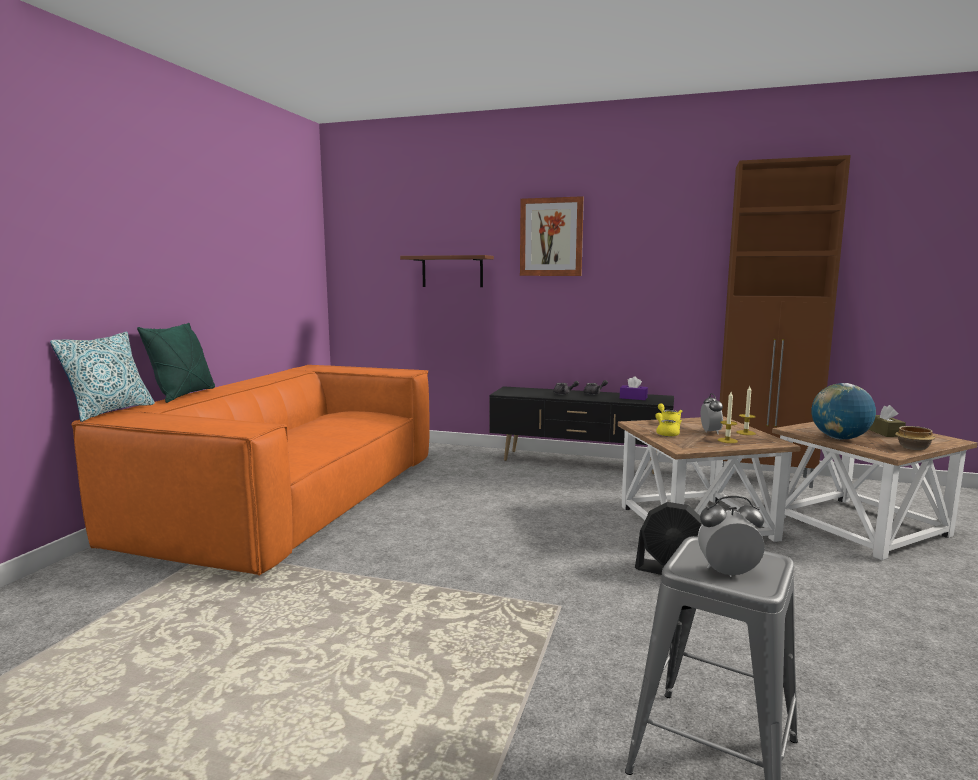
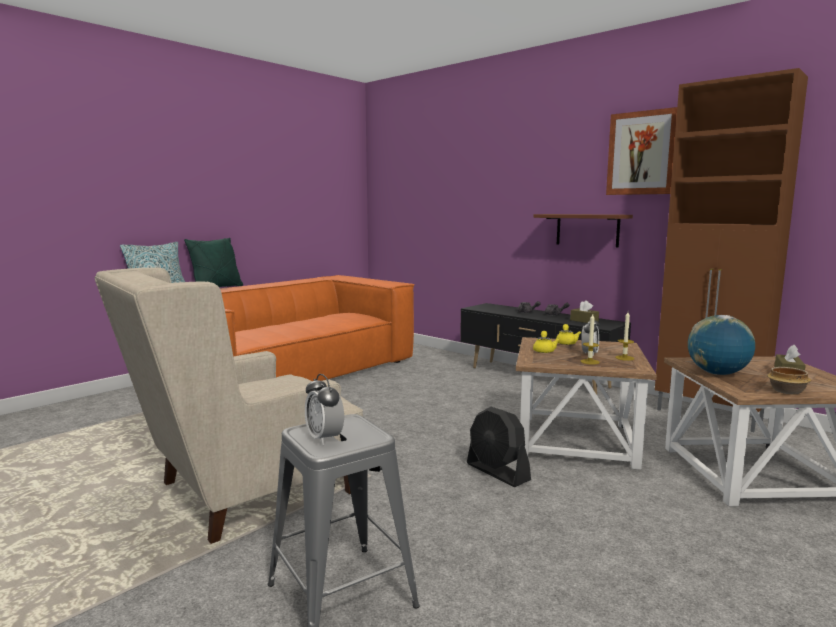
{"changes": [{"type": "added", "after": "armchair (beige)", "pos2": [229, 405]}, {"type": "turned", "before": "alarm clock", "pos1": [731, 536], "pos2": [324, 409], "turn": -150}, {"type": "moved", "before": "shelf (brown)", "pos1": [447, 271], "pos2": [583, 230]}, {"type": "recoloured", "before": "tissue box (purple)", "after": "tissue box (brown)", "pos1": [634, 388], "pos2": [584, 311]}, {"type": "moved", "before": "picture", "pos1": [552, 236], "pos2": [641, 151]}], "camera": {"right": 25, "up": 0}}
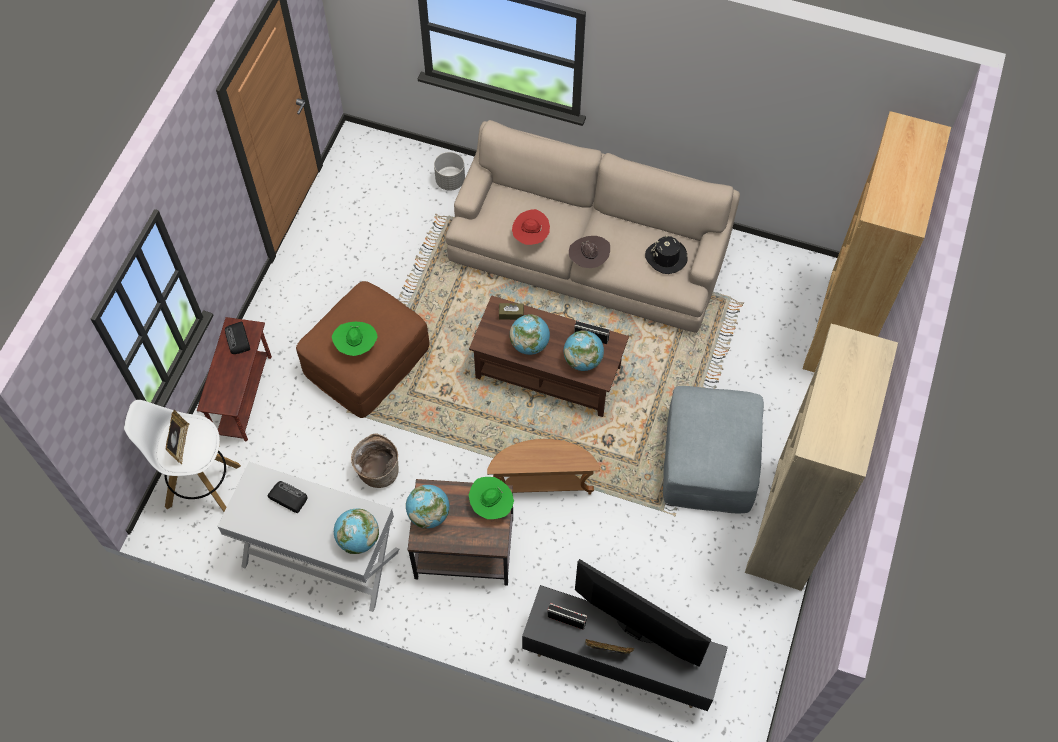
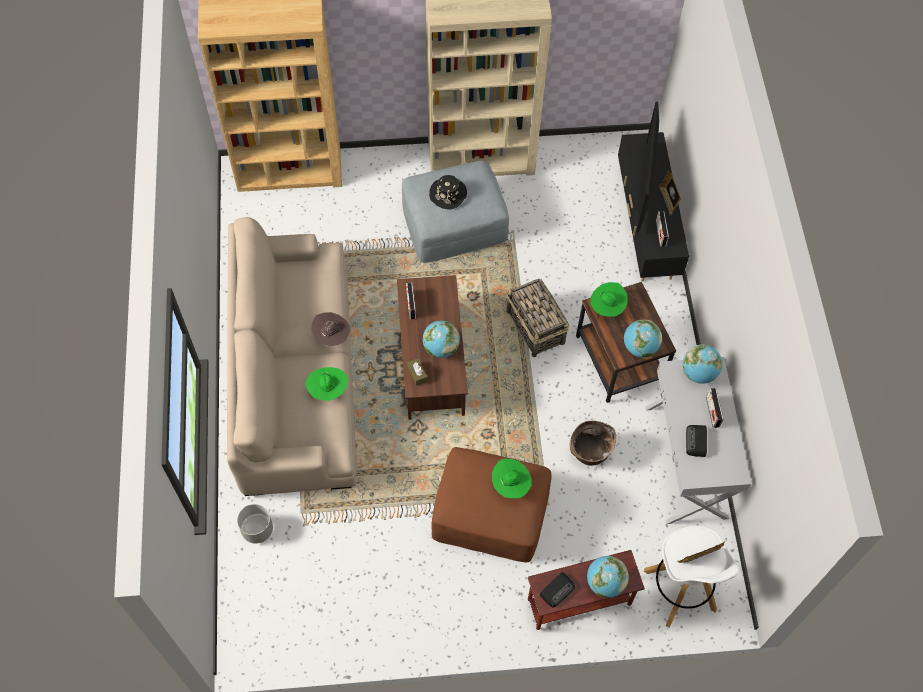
{"changes": [{"type": "recoloured", "before": "hat (red)", "after": "hat (green)", "pos1": [531, 227], "pos2": [327, 384]}, {"type": "moved", "before": "hat (black)", "pos1": [666, 254], "pos2": [448, 192]}, {"type": "replaced", "before": "side table (brown)", "after": "basket", "pos1": [543, 467], "pos2": [537, 318]}, {"type": "moved", "before": "globe", "pos1": [584, 350], "pos2": [608, 577]}, {"type": "added", "after": "radio", "pos2": [714, 408]}], "camera": {"right": -115, "up": 0}}
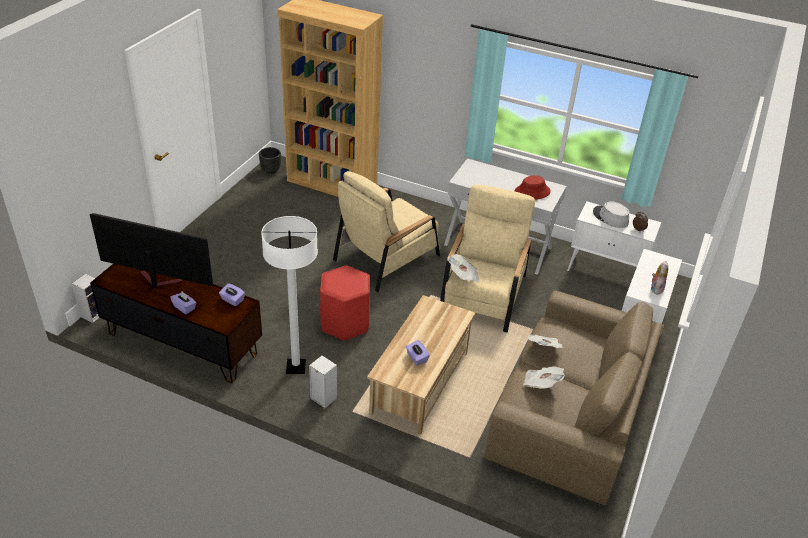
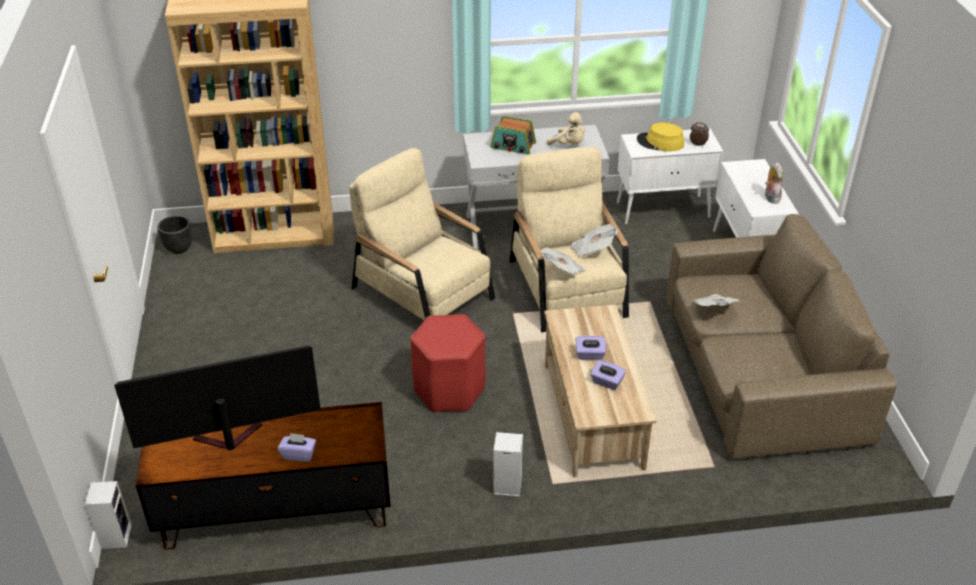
{"changes": [{"type": "turned", "before": "armchair (beige)", "pos1": [386, 231], "pos2": [422, 234], "turn": 120}, {"type": "added", "after": "radio", "pos2": [513, 135]}, {"type": "replaced", "before": "hat (red)", "after": "plush toy (beige)", "pos1": [533, 187], "pos2": [566, 128]}, {"type": "moved", "before": "newspaper", "pos1": [544, 377], "pos2": [594, 240]}, {"type": "moved", "before": "tissue box (purple)", "pos1": [232, 295], "pos2": [591, 348]}, {"type": "recoloured", "before": "hat (grey)", "after": "hat (yellow)", "pos1": [611, 214], "pos2": [660, 137]}, {"type": "removed", "before": "floor lamp (white)", "pos1": [289, 295]}], "camera": {"right": -30, "up": 0}}
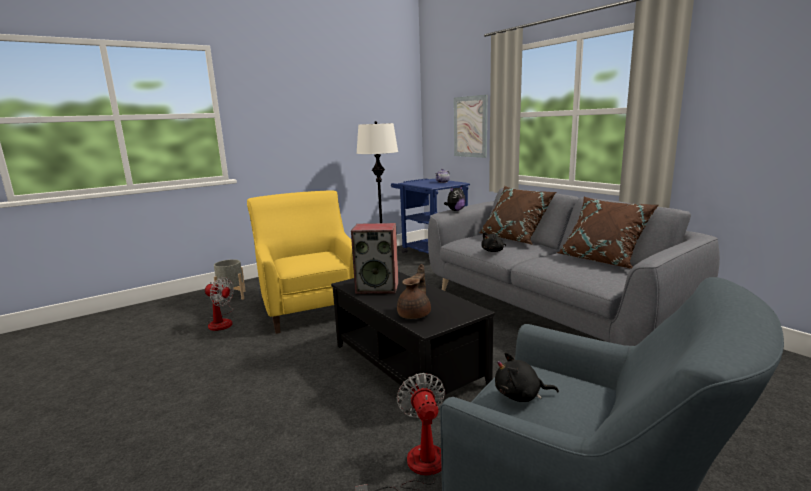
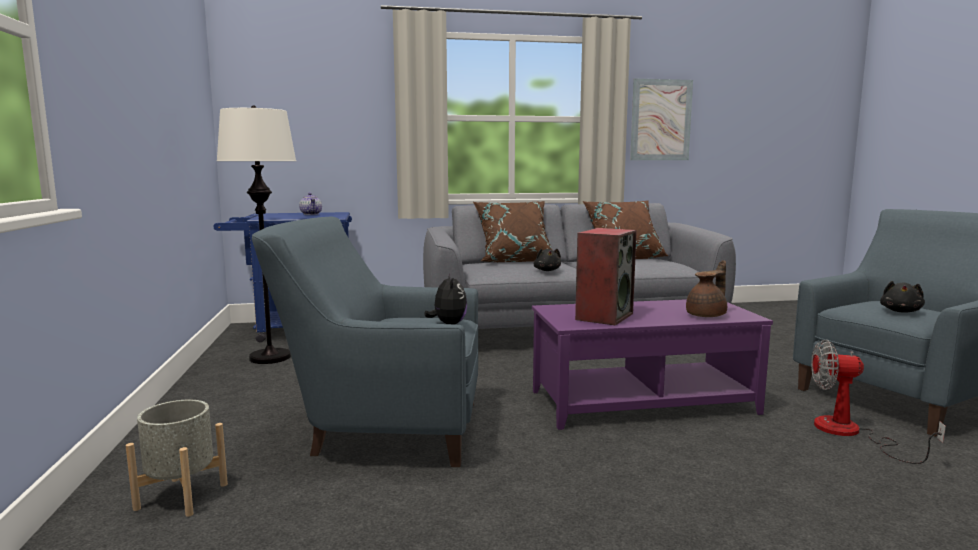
{"changes": [{"type": "recoloured", "before": "armchair (yellow)", "after": "armchair (blue)", "pos1": [300, 262], "pos2": [365, 341]}, {"type": "moved", "before": "plush toy", "pos1": [455, 198], "pos2": [445, 299]}, {"type": "recoloured", "before": "coffee table (black)", "after": "coffee table (purple)", "pos1": [413, 333], "pos2": [652, 364]}, {"type": "moved", "before": "picture", "pos1": [470, 126], "pos2": [661, 119]}, {"type": "turned", "before": "teapot (brown)", "pos1": [414, 291], "pos2": [706, 288], "turn": 90}, {"type": "removed", "before": "fan", "pos1": [219, 304]}], "camera": {"right": -65, "up": -5}}
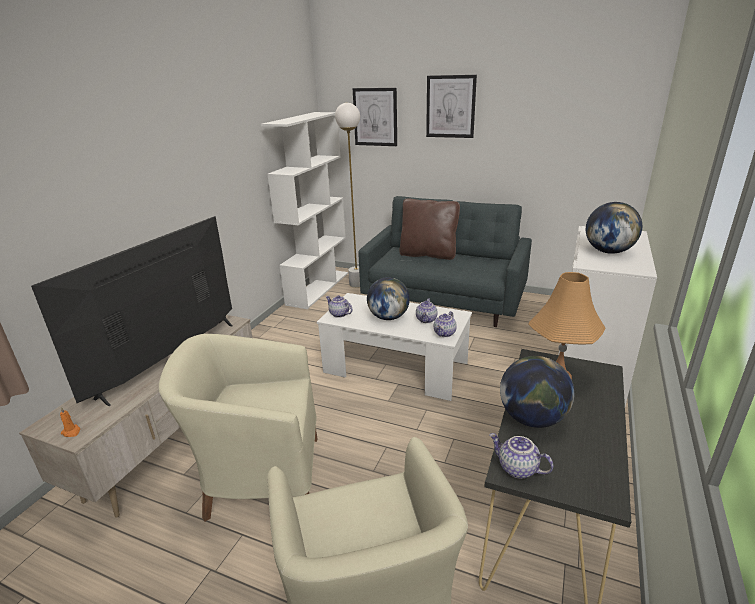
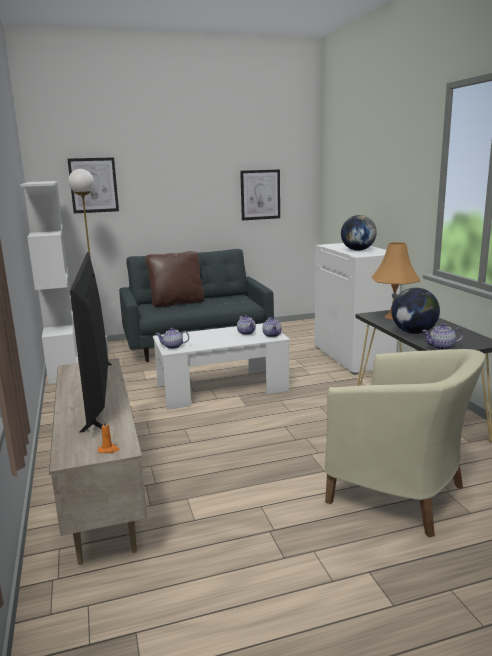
{"changes": [{"type": "moved", "before": "picture", "pos1": [451, 106], "pos2": [260, 194]}, {"type": "removed", "before": "armchair (beige)", "pos1": [238, 428]}, {"type": "removed", "before": "globe", "pos1": [388, 298]}], "camera": {"right": -40, "up": -10}}
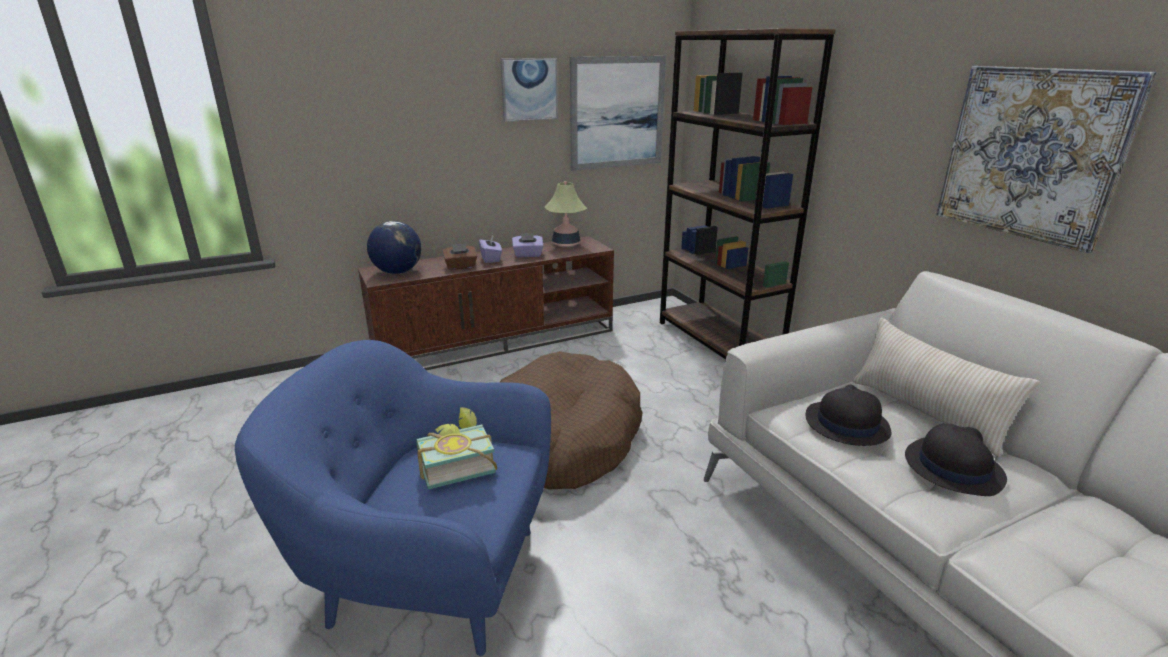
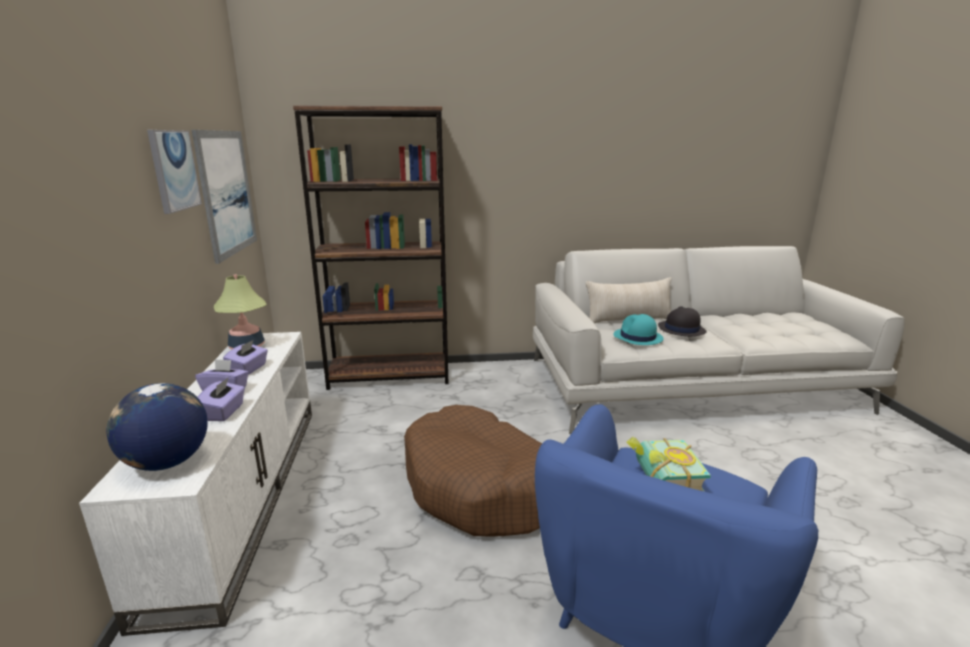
{"changes": [{"type": "recoloured", "before": "tv stand (brown)", "after": "tv stand (white)", "pos1": [486, 303], "pos2": [195, 484]}, {"type": "recoloured", "before": "tissue box (brown)", "after": "tissue box (purple)", "pos1": [459, 257], "pos2": [221, 399]}, {"type": "recoloured", "before": "hat (black)", "after": "hat (turquoise)", "pos1": [849, 415], "pos2": [638, 329]}, {"type": "removed", "before": "picture", "pos1": [1046, 159]}], "camera": {"right": -70, "up": -5}}
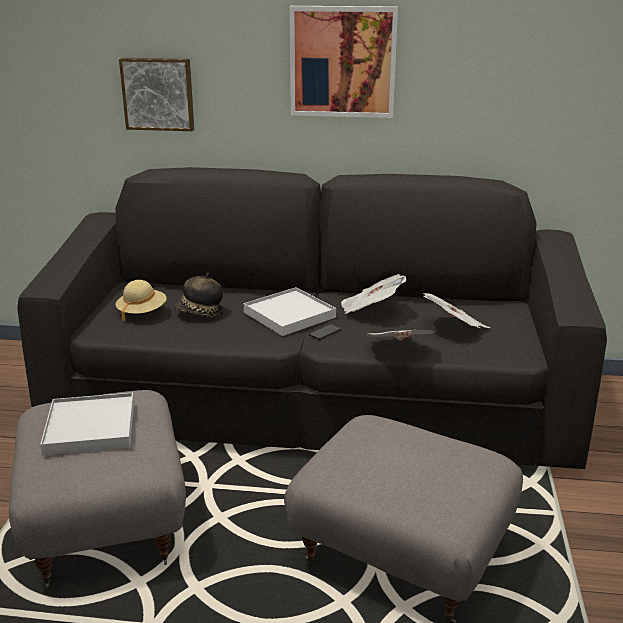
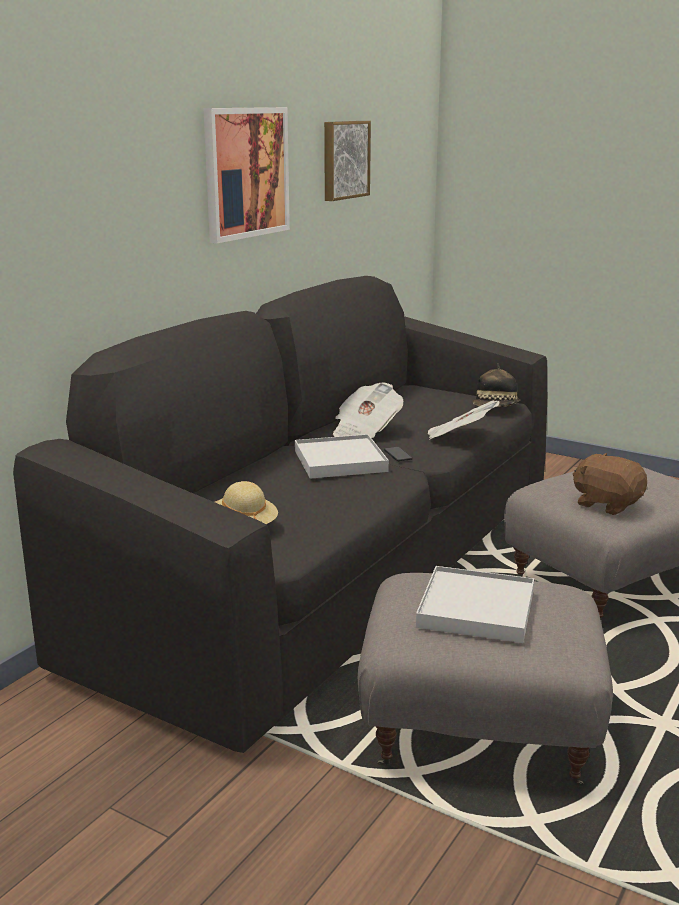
{"changes": [{"type": "moved", "before": "picture", "pos1": [156, 94], "pos2": [347, 161]}, {"type": "moved", "before": "hat", "pos1": [199, 295], "pos2": [496, 385]}, {"type": "added", "after": "plush toy (brown)", "pos2": [610, 484]}, {"type": "removed", "before": "newspaper", "pos1": [456, 310]}], "camera": {"right": -65, "up": -5}}
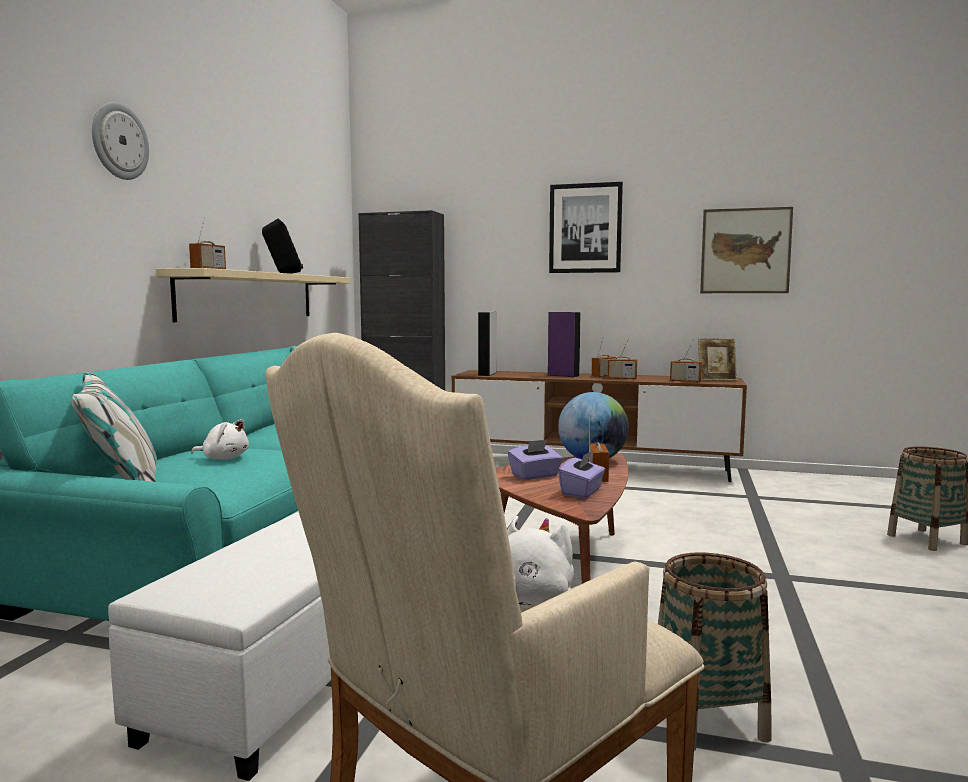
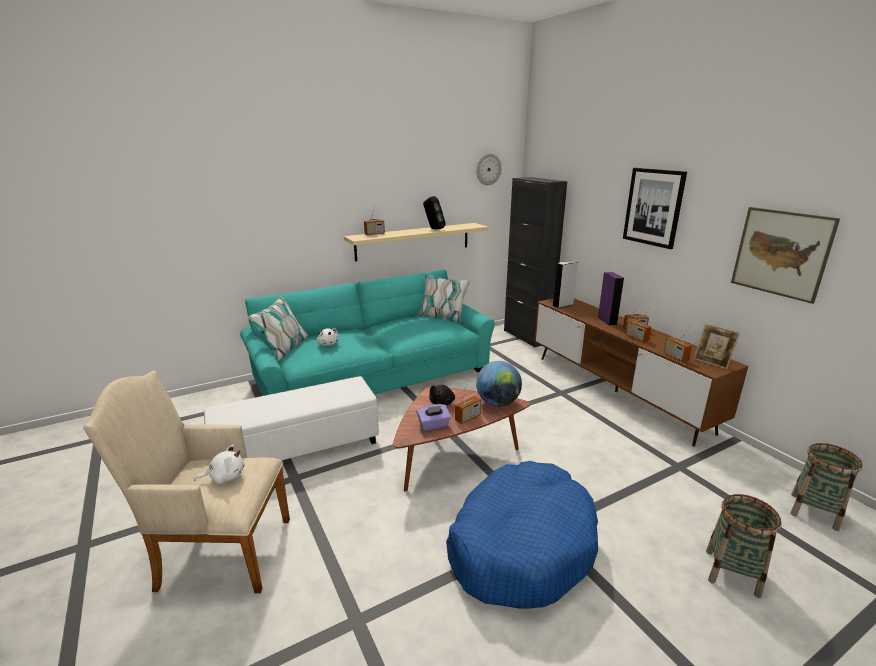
{"changes": [{"type": "replaced", "before": "tissue box (purple)", "after": "plush toy (black)", "pos1": [535, 459], "pos2": [442, 395]}, {"type": "added", "after": "dog bed (blue)", "pos2": [522, 535]}, {"type": "moved", "before": "wall clock", "pos1": [120, 141], "pos2": [489, 169]}, {"type": "moved", "before": "basket", "pos1": [715, 651], "pos2": [826, 487]}], "camera": {"right": 45, "up": 15}}
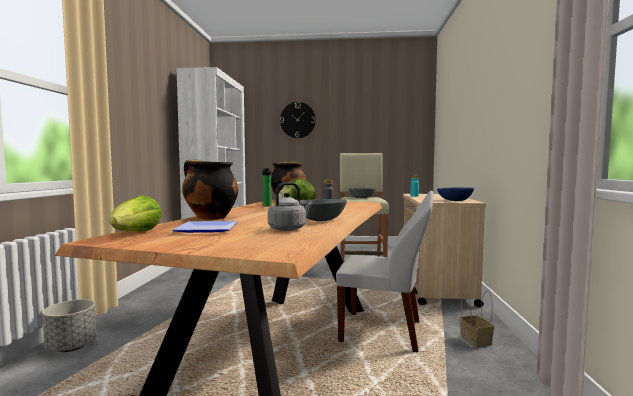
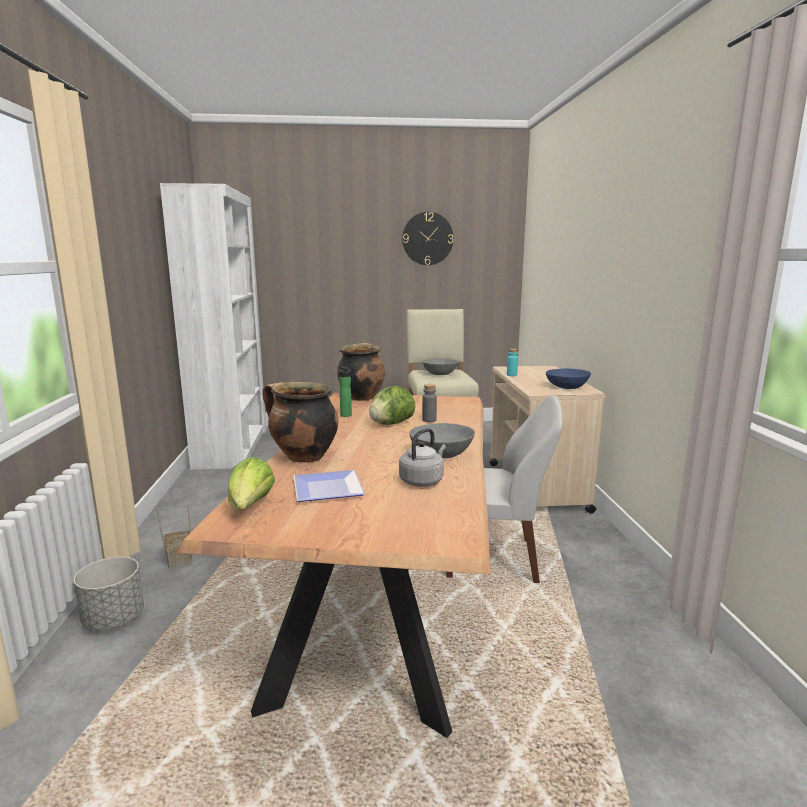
{"changes": [{"type": "moved", "before": "basket", "pos1": [477, 319], "pos2": [174, 536]}, {"type": "moved", "before": "wall clock", "pos1": [298, 120], "pos2": [428, 238]}], "camera": {"right": -10, "up": 10}}
